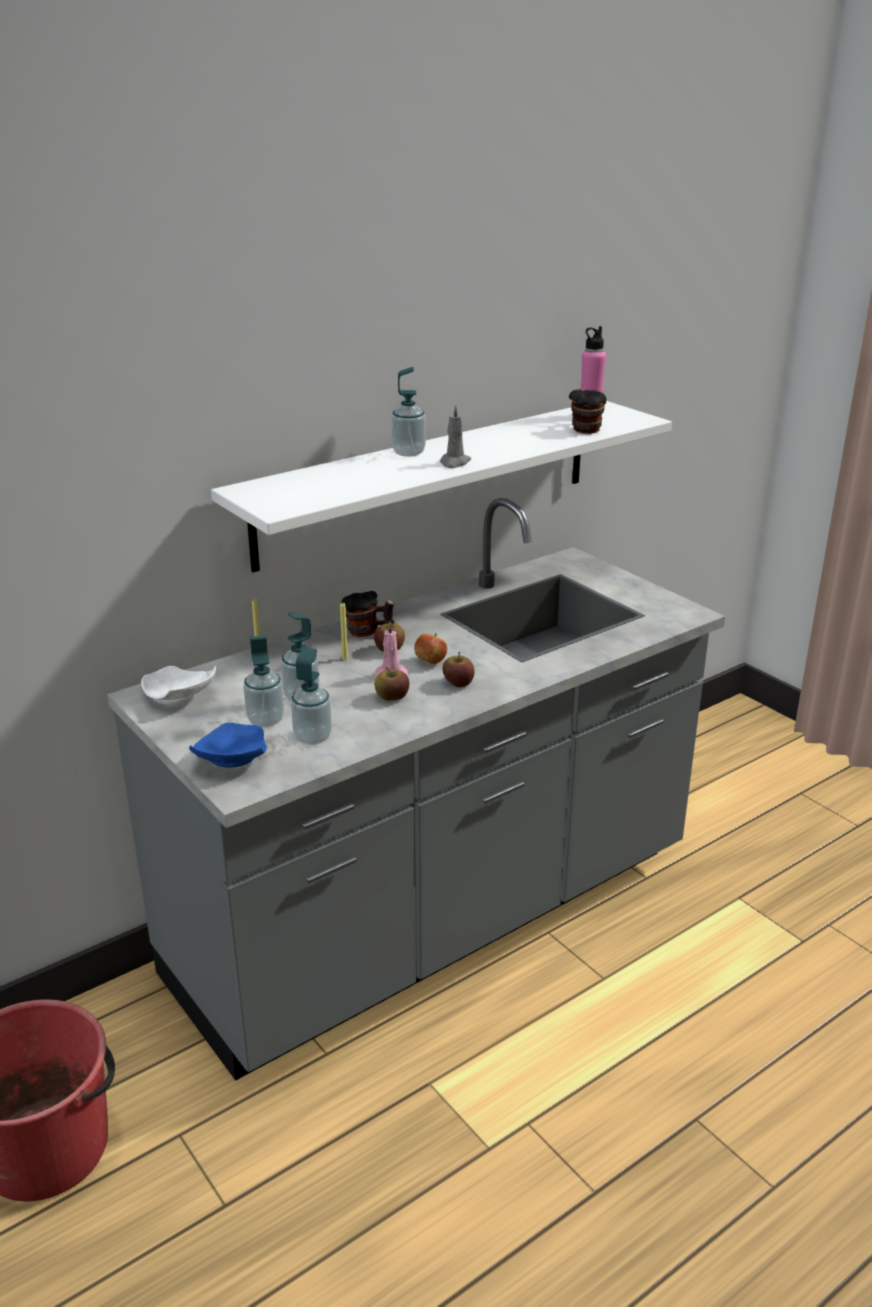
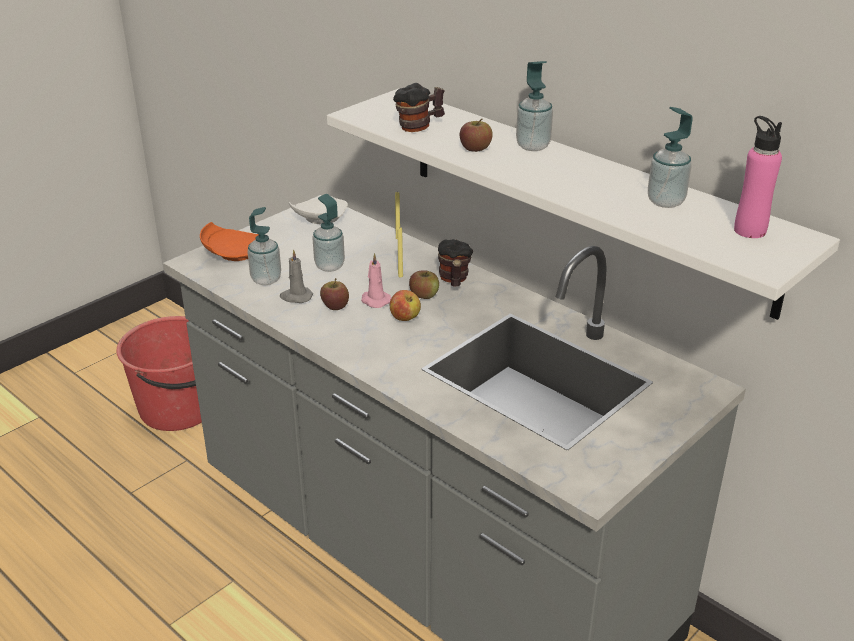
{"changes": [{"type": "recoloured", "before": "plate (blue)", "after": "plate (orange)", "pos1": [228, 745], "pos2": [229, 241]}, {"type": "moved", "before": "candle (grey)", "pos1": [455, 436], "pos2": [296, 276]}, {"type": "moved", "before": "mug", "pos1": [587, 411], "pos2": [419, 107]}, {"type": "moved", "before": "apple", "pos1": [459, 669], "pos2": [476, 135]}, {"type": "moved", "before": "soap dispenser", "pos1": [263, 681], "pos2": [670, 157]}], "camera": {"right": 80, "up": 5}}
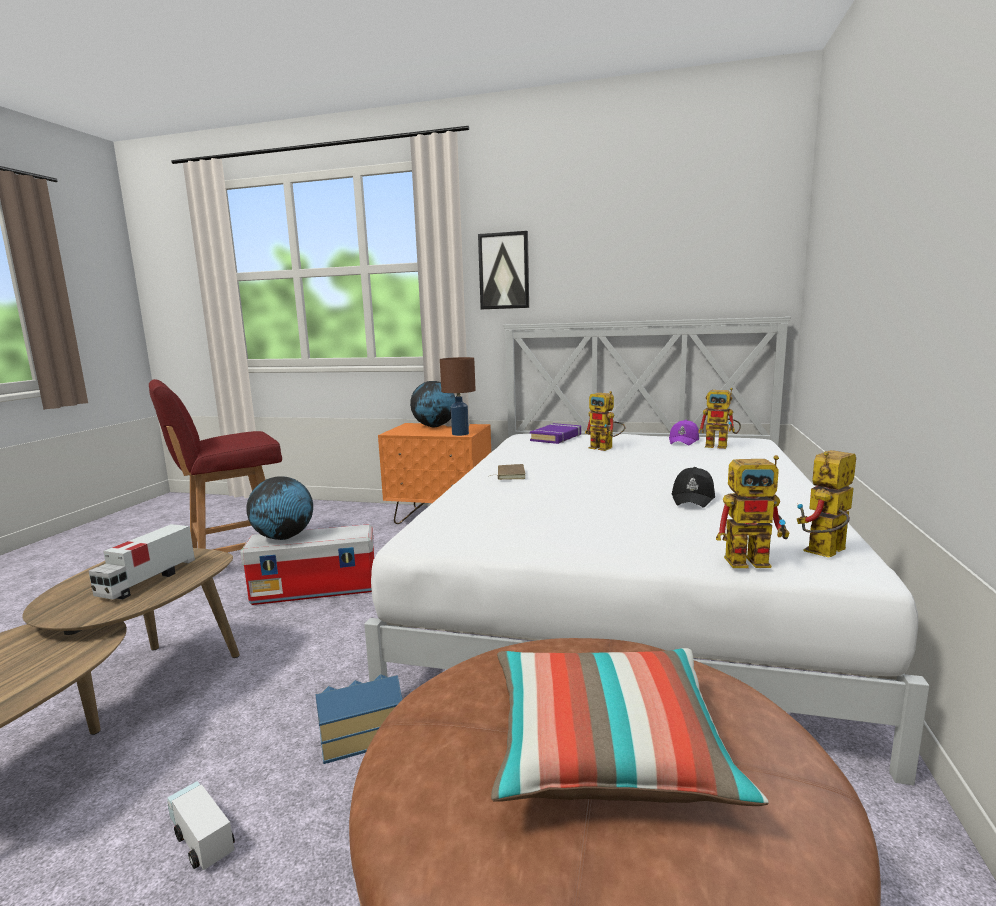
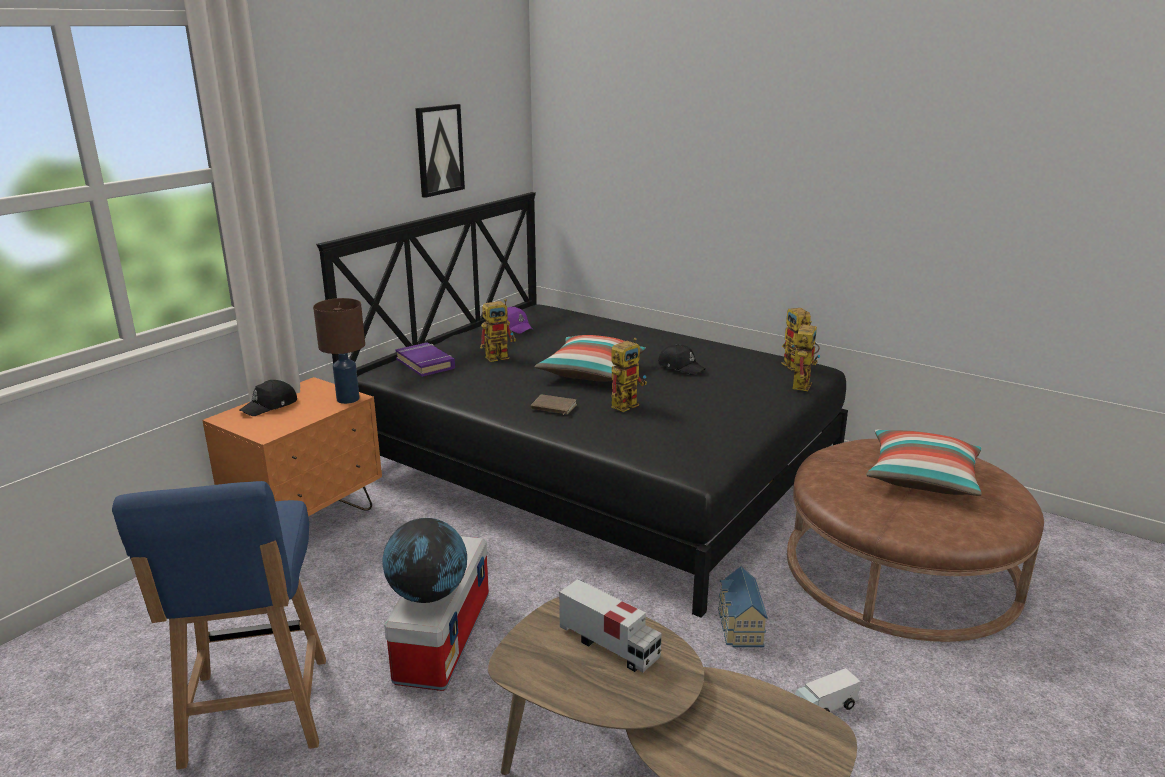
{"changes": [{"type": "recoloured", "before": "chair (red)", "after": "chair (blue)", "pos1": [215, 466], "pos2": [219, 625]}, {"type": "replaced", "before": "globe", "after": "cap (black)", "pos1": [432, 404], "pos2": [268, 398]}, {"type": "recoloured", "before": "bed (white)", "after": "bed (black)", "pos1": [646, 551], "pos2": [582, 405]}, {"type": "moved", "before": "picture", "pos1": [503, 270], "pos2": [440, 151]}, {"type": "added", "after": "pillow", "pos2": [590, 358]}, {"type": "moved", "before": "toy robot", "pos1": [719, 418], "pos2": [629, 375]}], "camera": {"right": -70, "up": 10}}
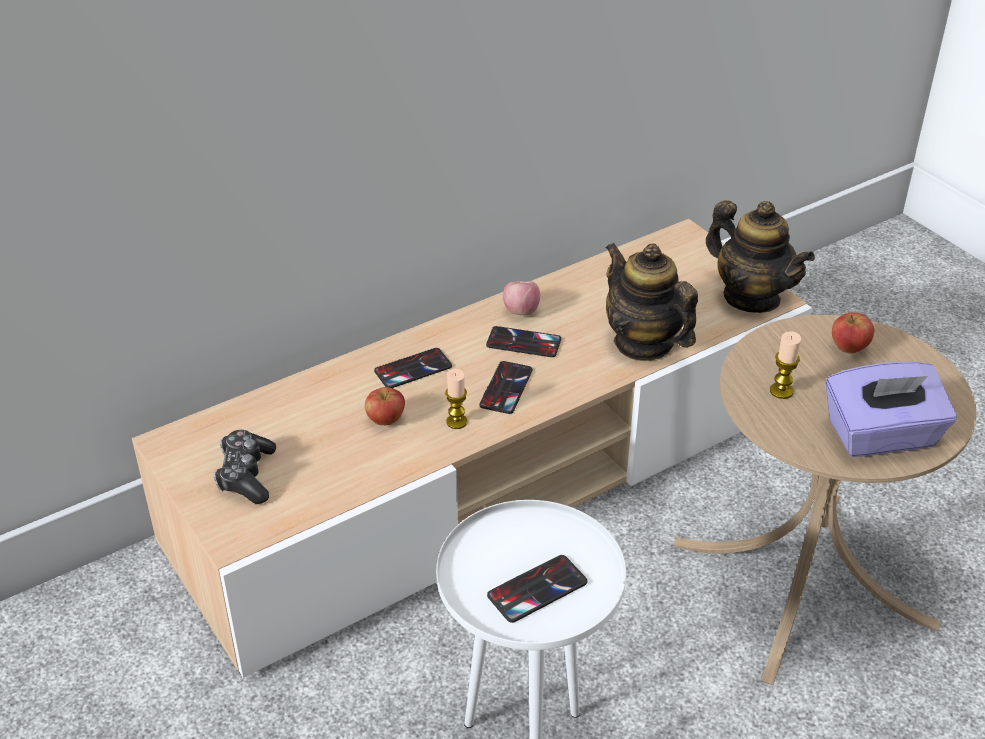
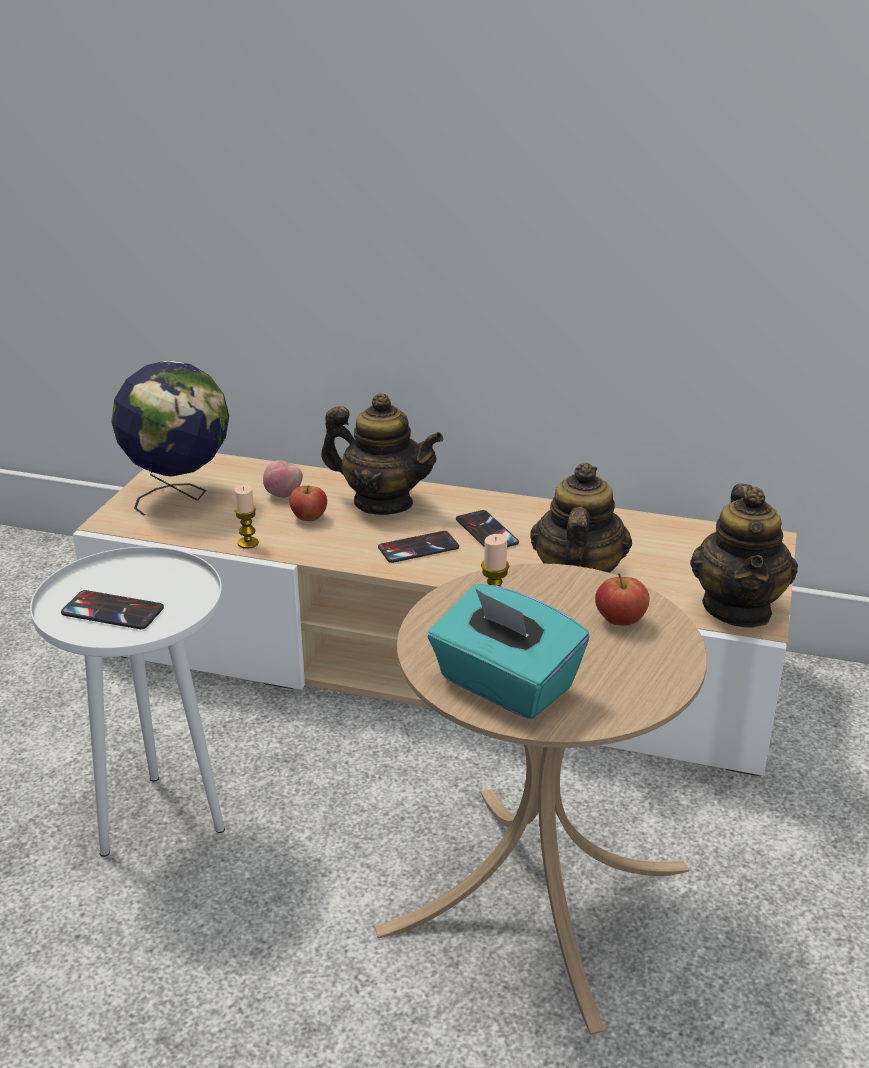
{"changes": [{"type": "replaced", "before": "game controller", "after": "globe", "pos1": [244, 467], "pos2": [170, 438]}, {"type": "moved", "before": "candle", "pos1": [456, 399], "pos2": [246, 516]}, {"type": "moved", "before": "apple", "pos1": [521, 298], "pos2": [283, 479]}, {"type": "replaced", "before": "phone", "after": "teapot", "pos1": [413, 368], "pos2": [382, 454]}, {"type": "recoloured", "before": "tissue box (purple)", "after": "tissue box (turquoise)", "pos1": [891, 409], "pos2": [508, 651]}], "camera": {"right": 50, "up": -10}}
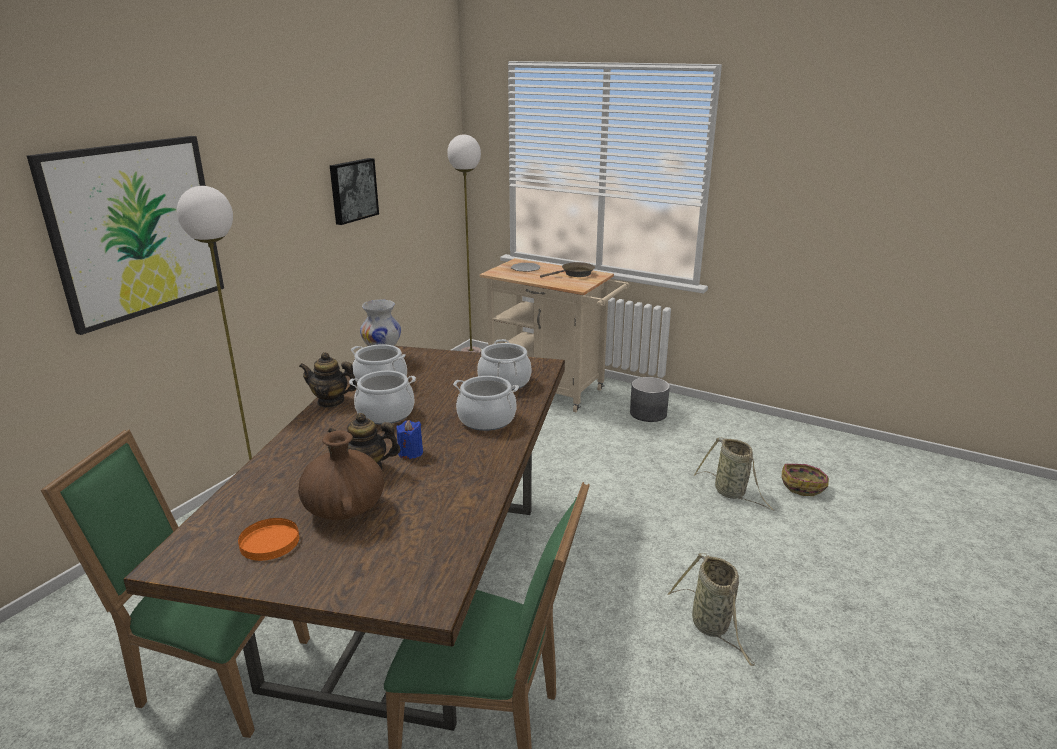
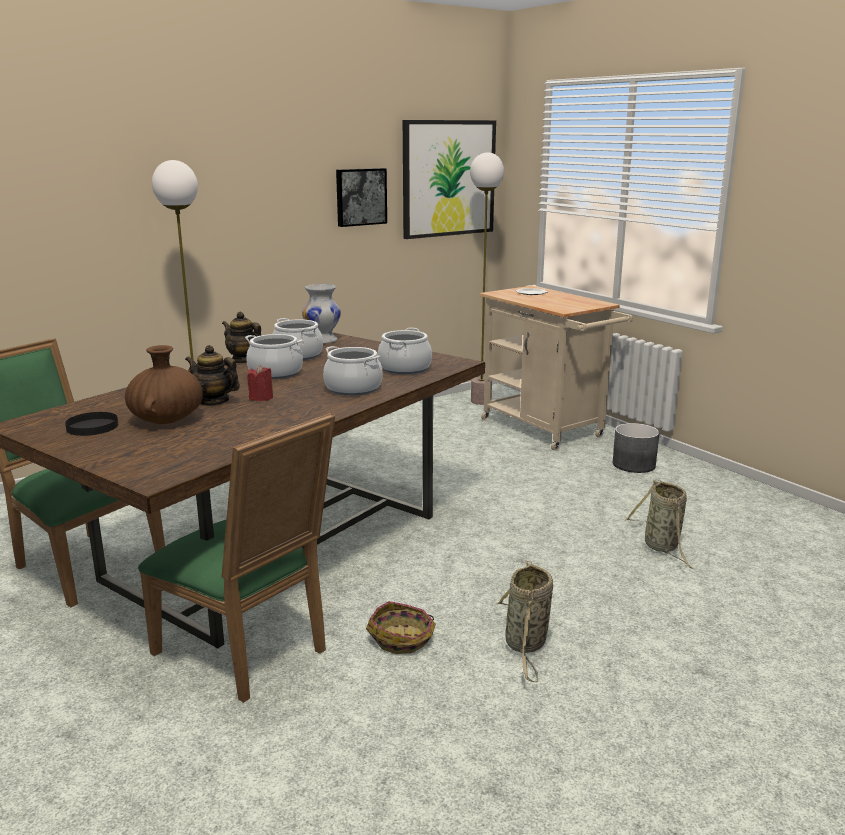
{"changes": [{"type": "recoloured", "before": "plate (orange)", "after": "plate (black)", "pos1": [268, 539], "pos2": [91, 424]}, {"type": "recoloured", "before": "candle (blue)", "after": "candle (red)", "pos1": [409, 439], "pos2": [260, 383]}, {"type": "moved", "before": "basket", "pos1": [805, 480], "pos2": [401, 627]}, {"type": "moved", "before": "picture", "pos1": [125, 235], "pos2": [449, 179]}, {"type": "removed", "before": "frying pan (brown)", "pos1": [567, 270]}], "camera": {"right": 25, "up": -5}}
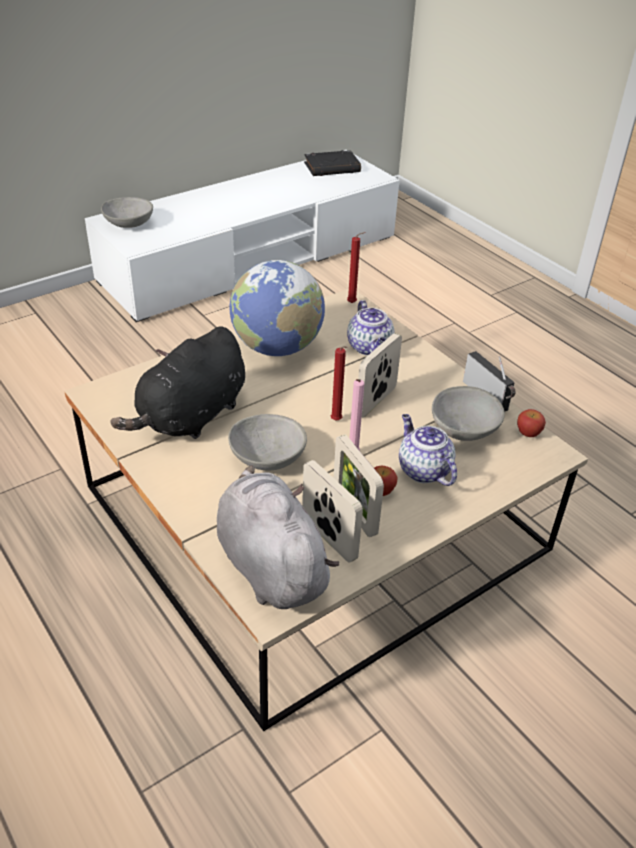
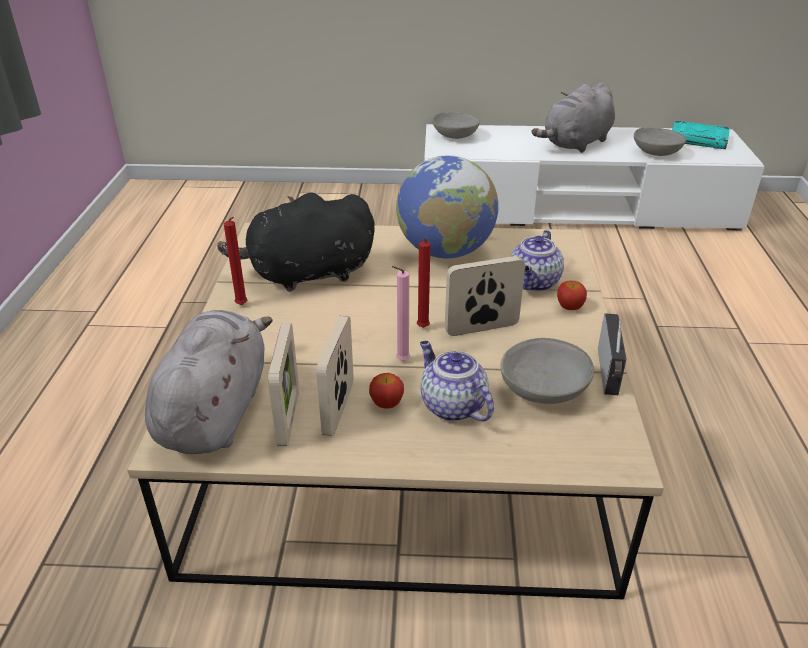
{"changes": [{"type": "moved", "before": "candle (red)", "pos1": [356, 267], "pos2": [235, 261]}, {"type": "turned", "before": "teapot", "pos1": [428, 450], "pos2": [457, 381], "turn": -45}, {"type": "added", "after": "plush toy (grey)", "pos2": [573, 117]}, {"type": "moved", "before": "apple", "pos1": [531, 423], "pos2": [572, 295]}, {"type": "moved", "before": "bowl (grey)", "pos1": [267, 442], "pos2": [660, 141]}, {"type": "recoloured", "before": "book (black)", "after": "book (turquoise)", "pos1": [332, 163], "pos2": [701, 134]}], "camera": {"right": 40, "up": -5}}
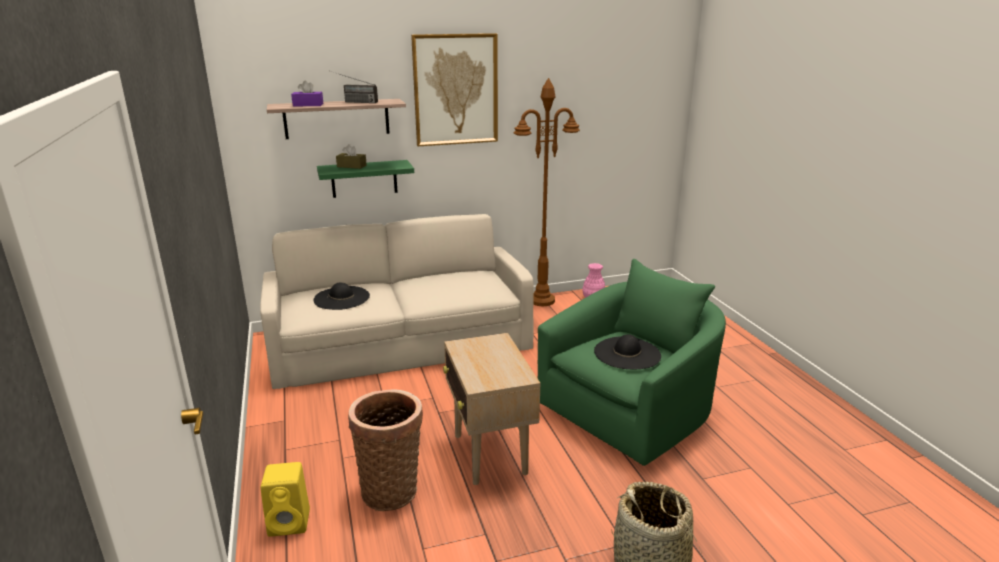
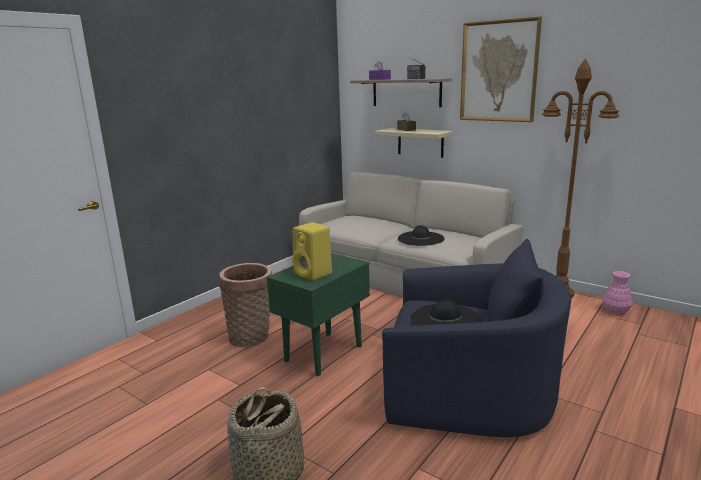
{"changes": [{"type": "recoloured", "before": "side table (beige)", "after": "side table (green)", "pos1": [491, 409], "pos2": [318, 314]}, {"type": "moved", "before": "speaker (yellow)", "pos1": [285, 499], "pos2": [312, 251]}, {"type": "recoloured", "before": "shelf (green)", "after": "shelf (beige)", "pos1": [365, 179], "pos2": [414, 143]}, {"type": "recoloured", "before": "armchair (green)", "after": "armchair (blue)", "pos1": [632, 362], "pos2": [476, 338]}, {"type": "moved", "before": "hat (black)", "pos1": [342, 296], "pos2": [421, 235]}], "camera": {"right": 55, "up": -5}}
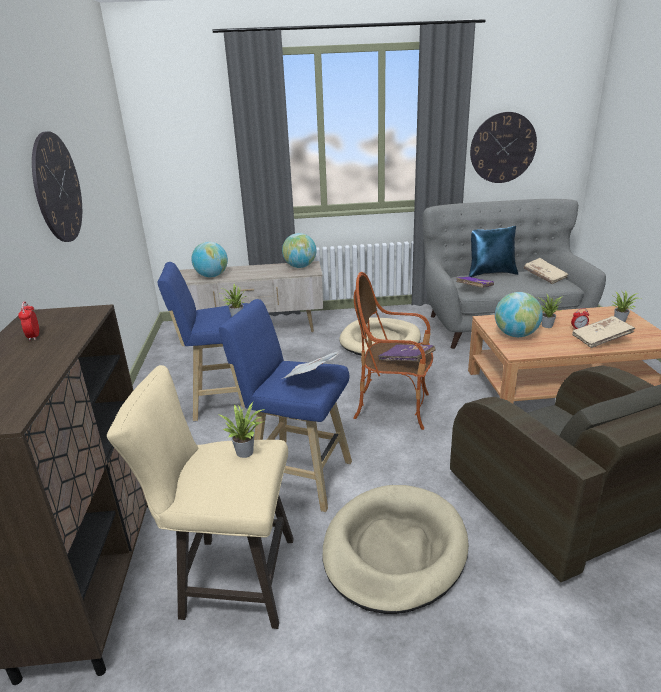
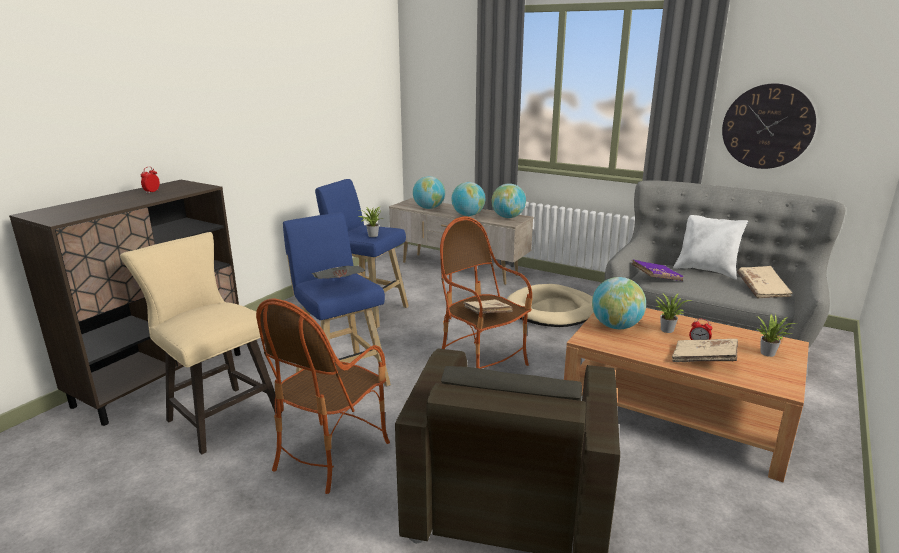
{"changes": [{"type": "replaced", "before": "dog bed (beige)", "after": "armchair", "pos1": [395, 549], "pos2": [323, 396]}, {"type": "added", "after": "globe", "pos2": [468, 199]}, {"type": "recoloured", "before": "book (purple)", "after": "book (beige)", "pos1": [407, 353], "pos2": [488, 306]}, {"type": "recoloured", "before": "pillow (blue)", "after": "pillow (white)", "pos1": [493, 251], "pos2": [710, 247]}, {"type": "removed", "before": "wall clock", "pos1": [57, 186]}, {"type": "removed", "before": "potted plant", "pos1": [241, 430]}], "camera": {"right": 35, "up": -5}}
